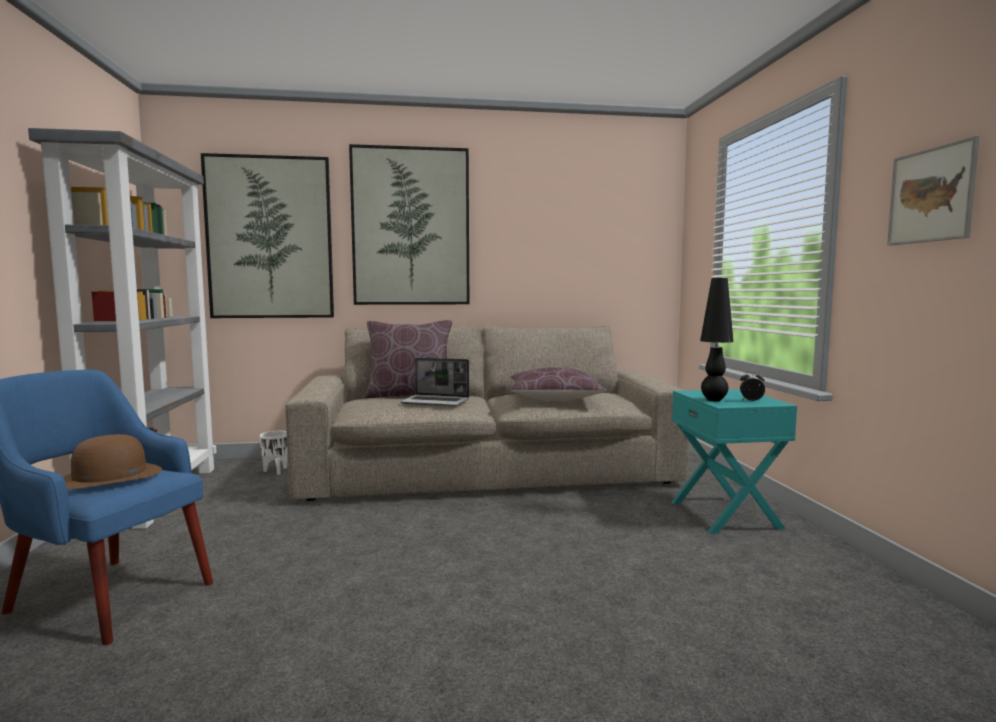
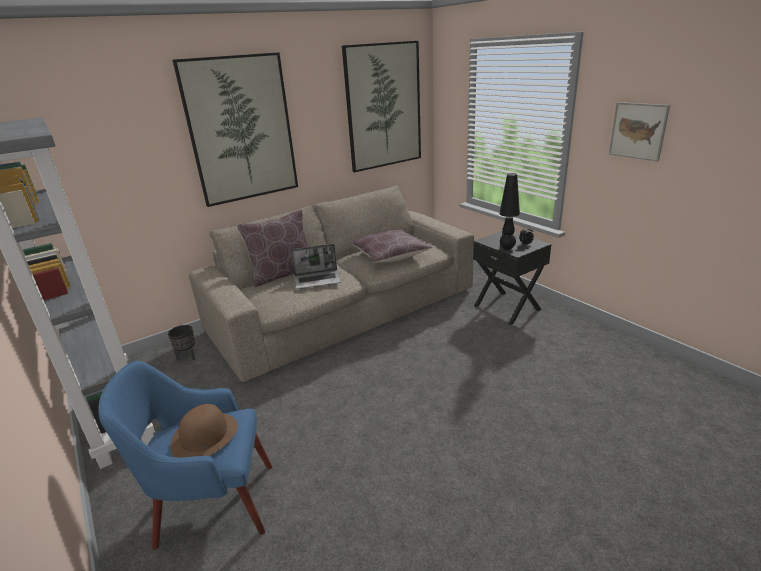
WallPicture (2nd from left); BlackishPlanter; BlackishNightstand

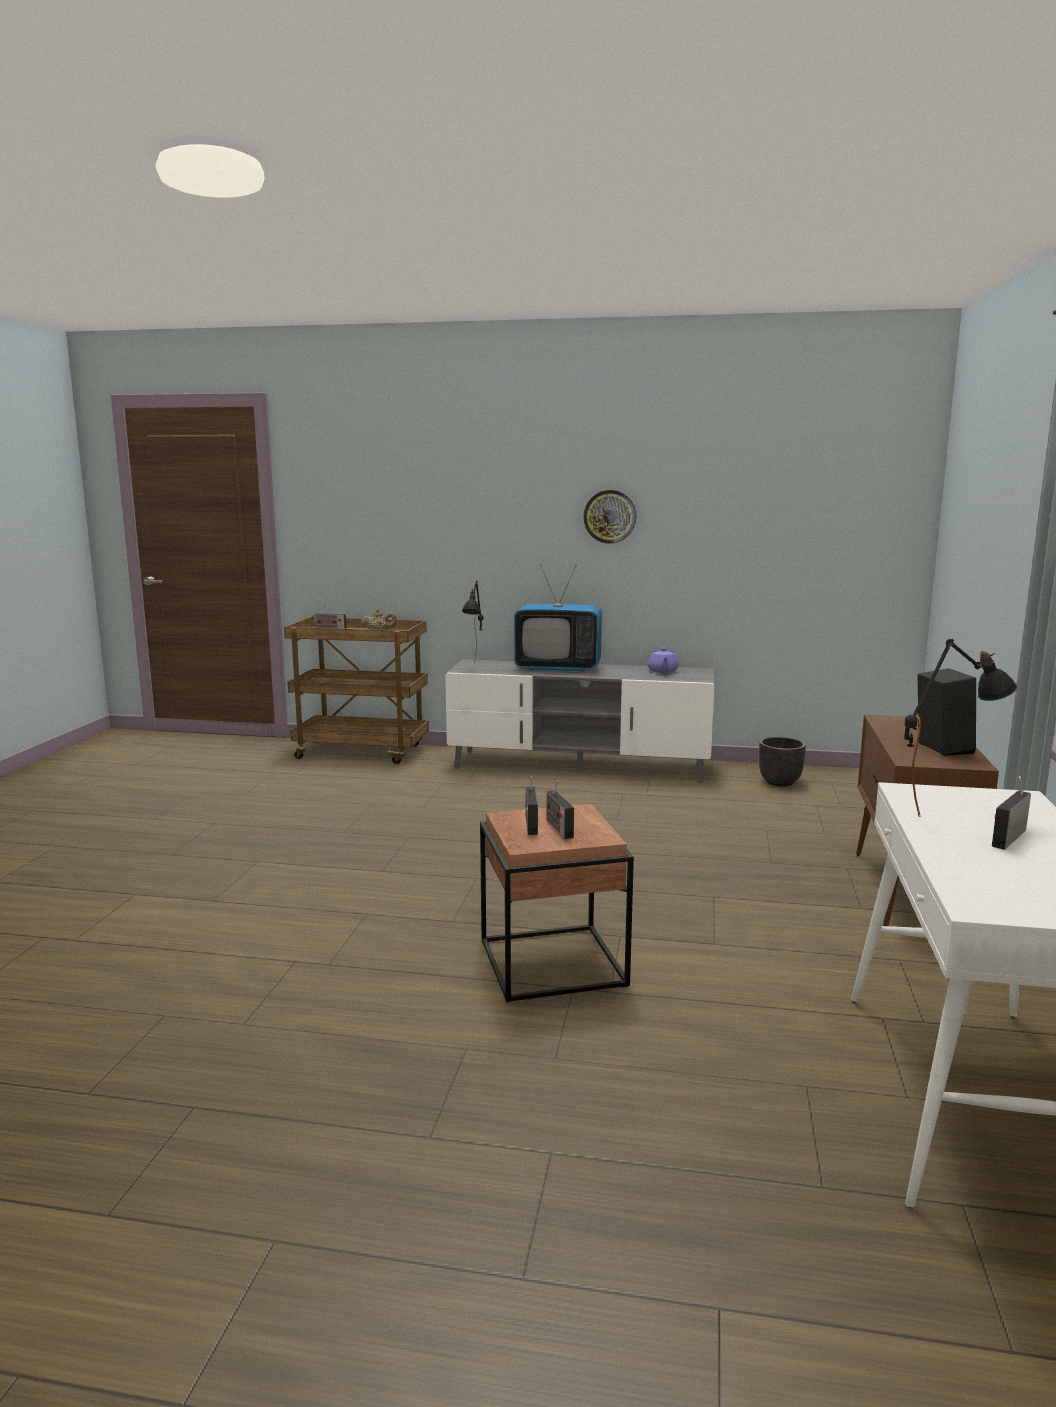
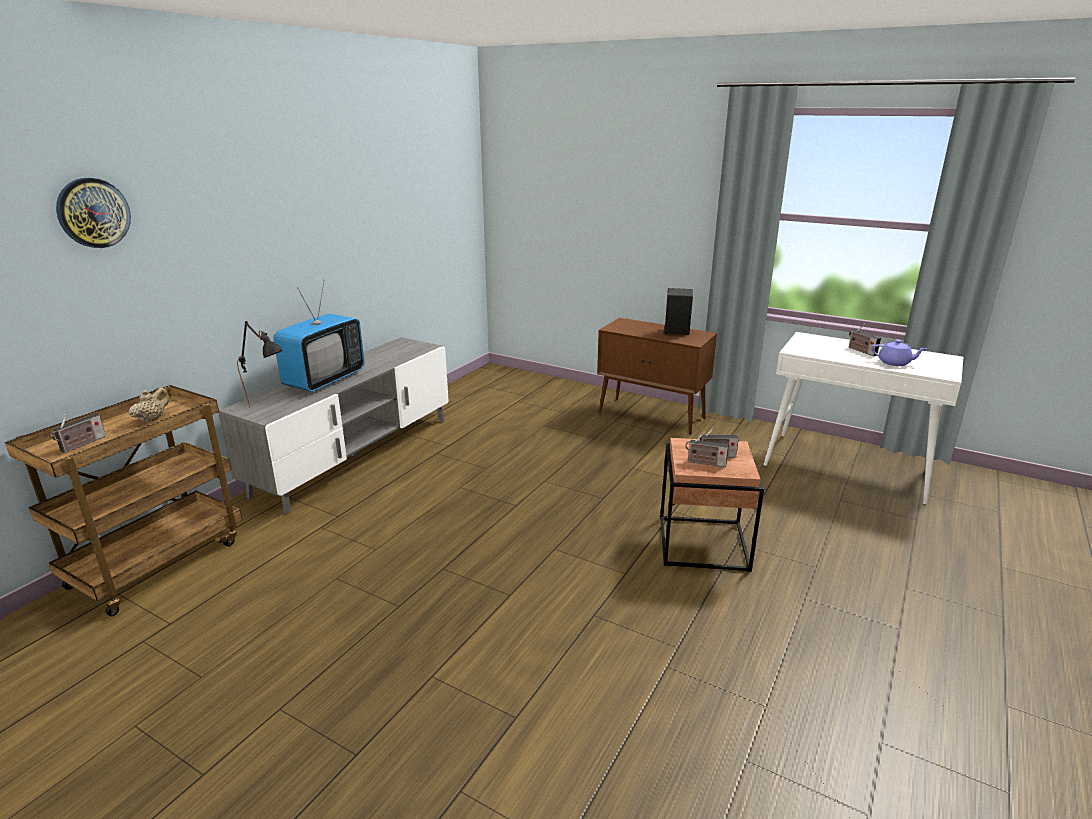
ClockOnTheWall; PurplishTeaPot; BlackishPlanter; BlackishTableLamp (2nd from left in the first image)

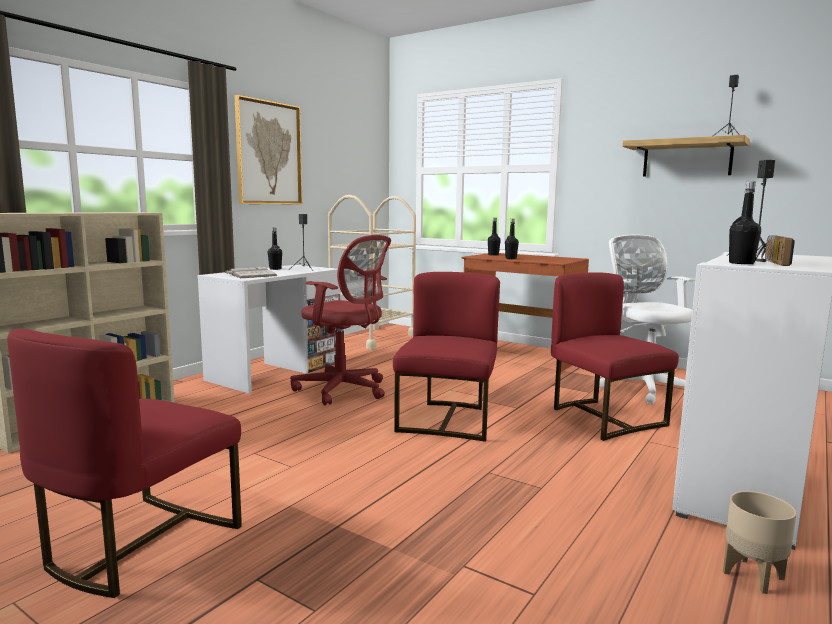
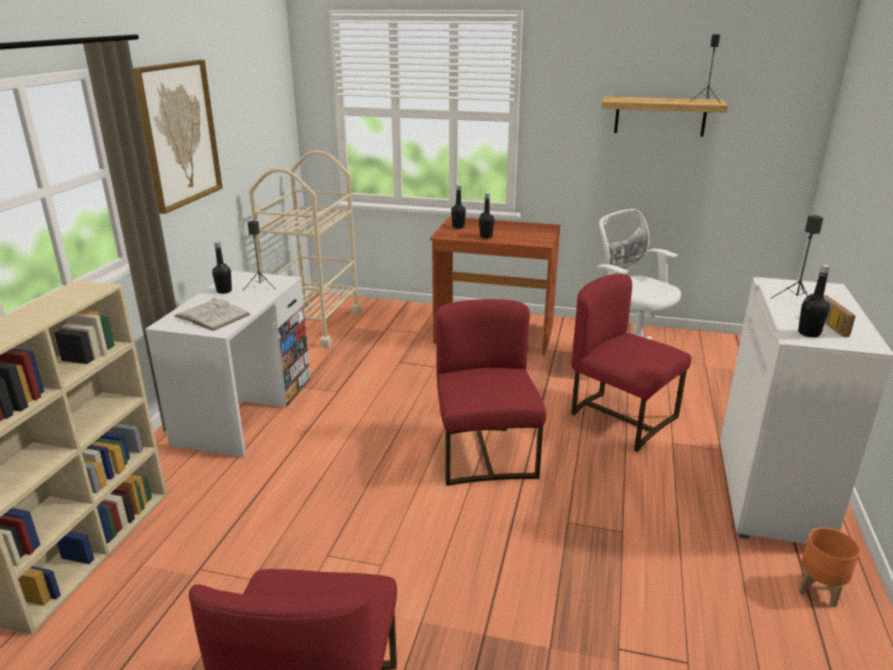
RedColouredDeskChair; OrangeyPlanter

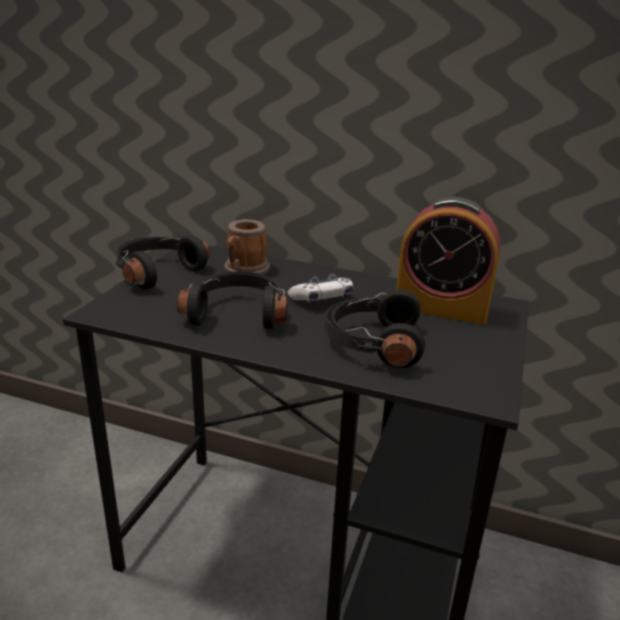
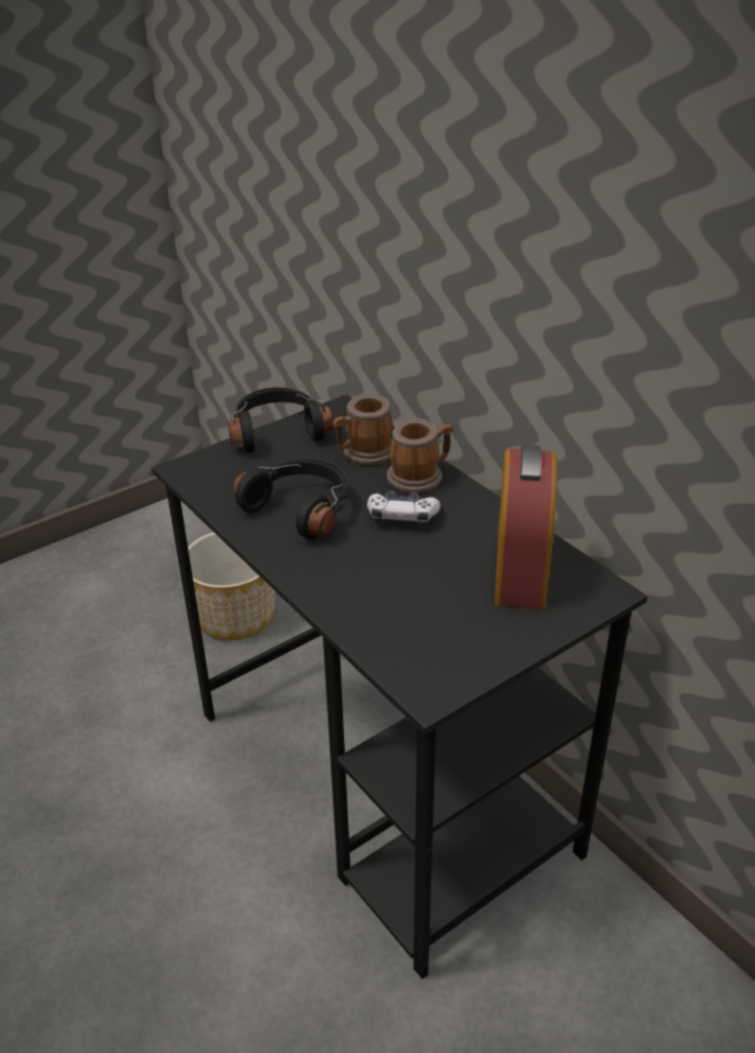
BlackishPairOfHeadphones (3rd from left in the first image); AlarmClock; Planter; TeaMug (2nd from left)

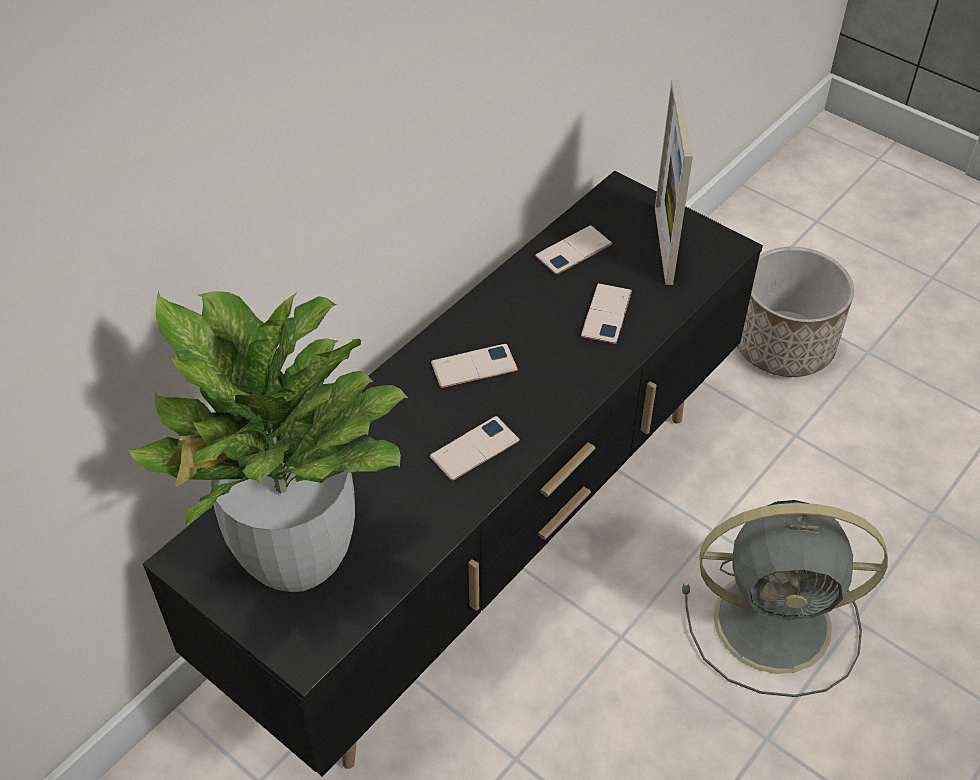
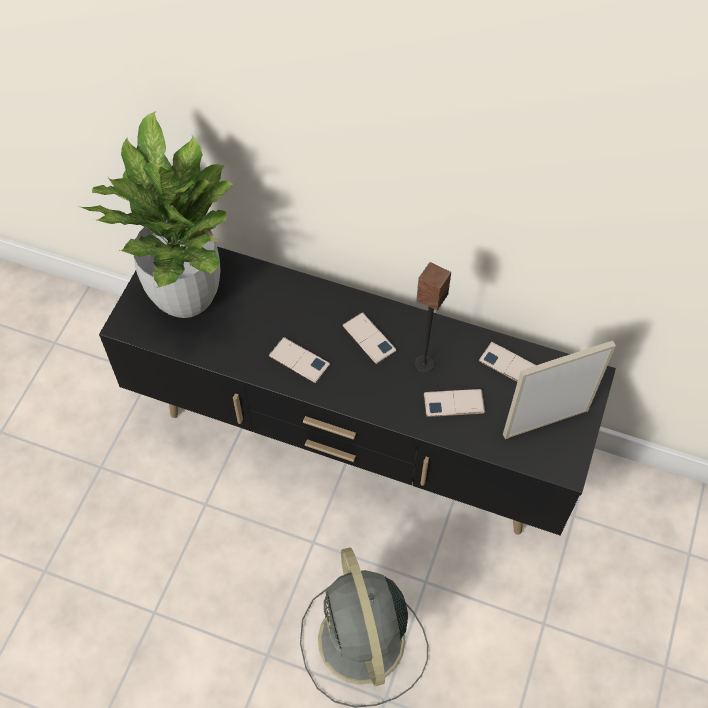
Planter; Loudspeaker

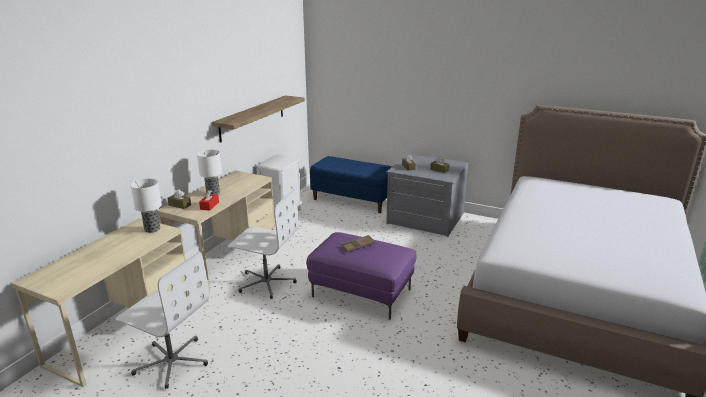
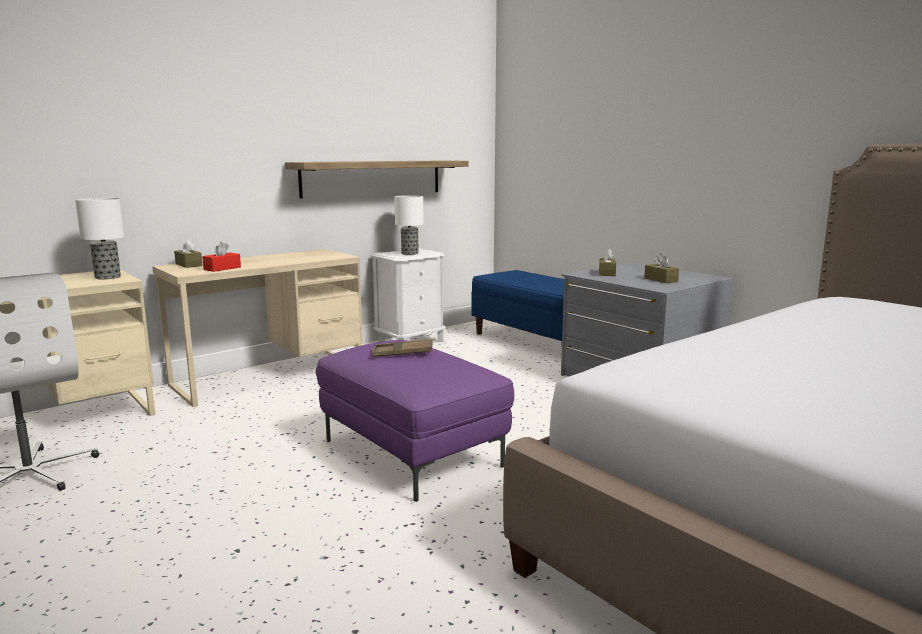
TableLamp (2nd from left); WhitishDeskChair (2nd from left in the first image)

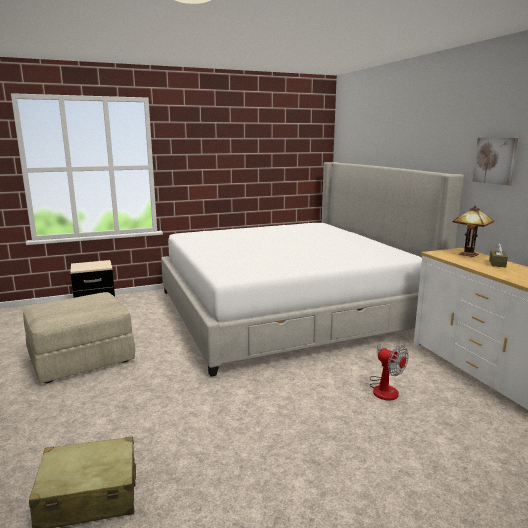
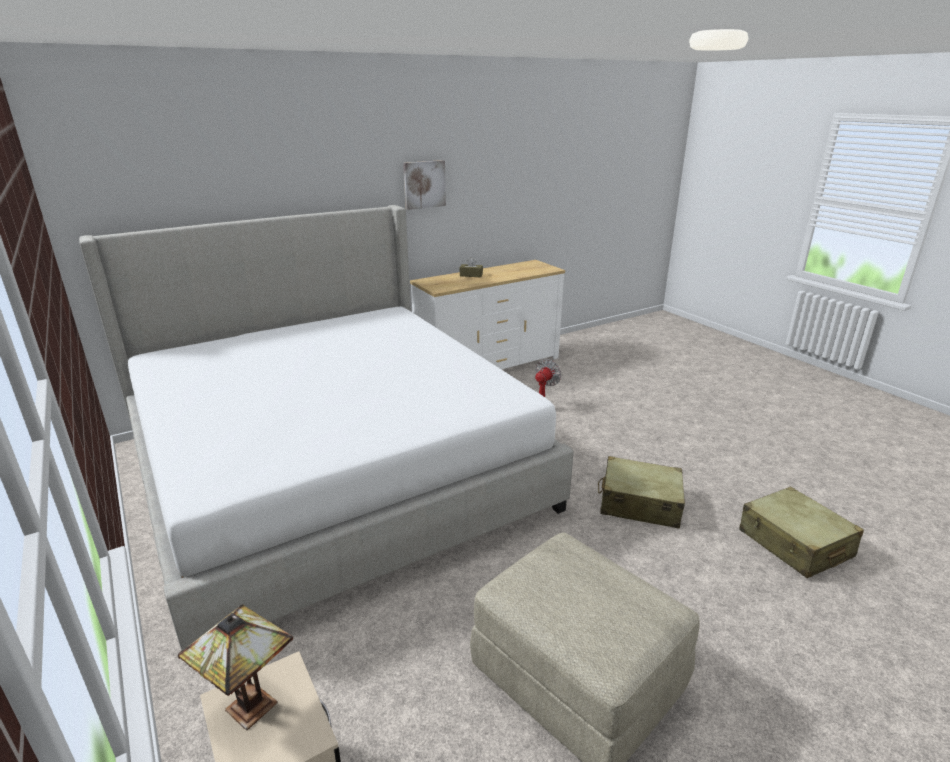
TableLamp; SandColouredTravelCase (1st from left)

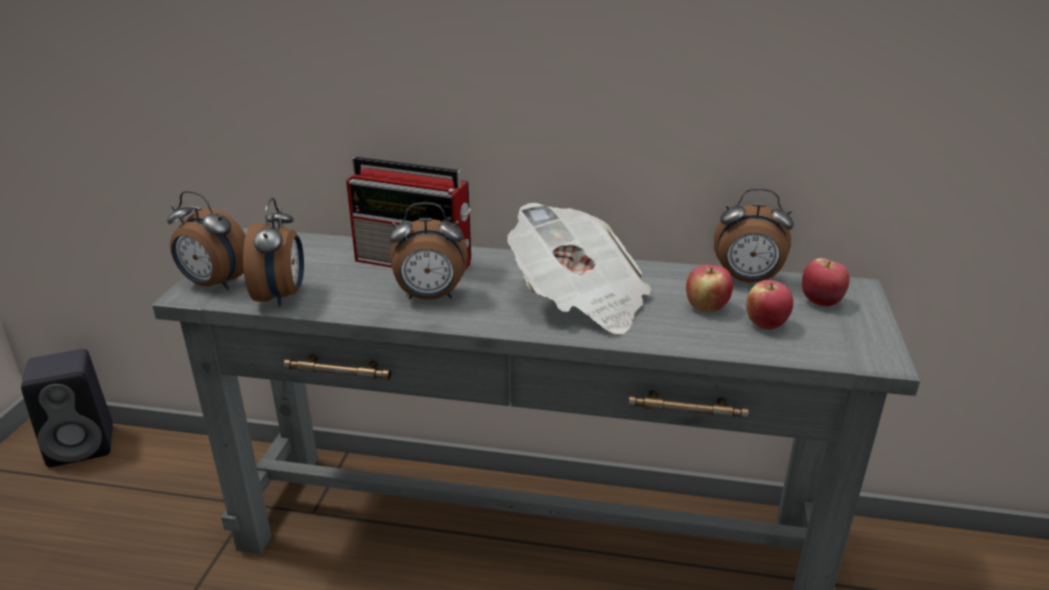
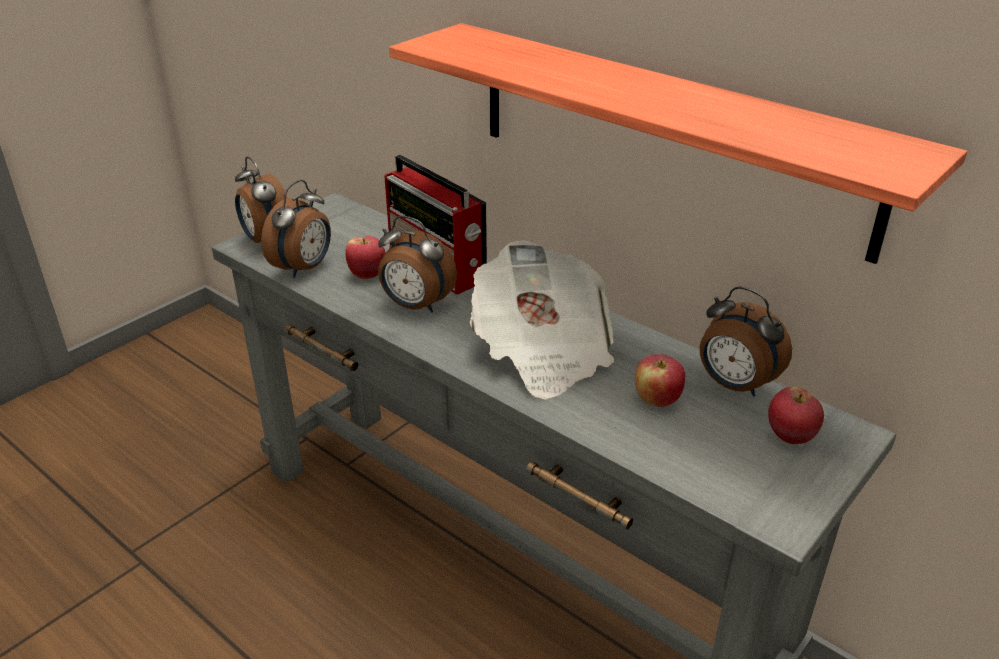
BlackishLoudspeaker; AppleFruit (1st from left); Shelf

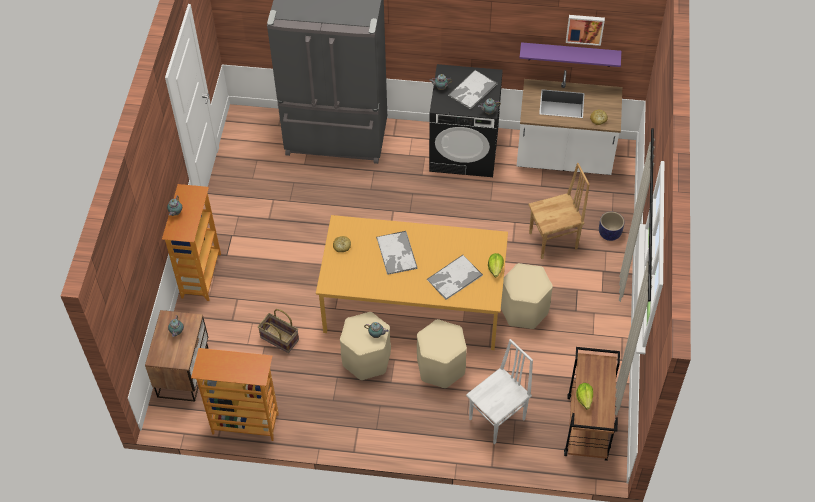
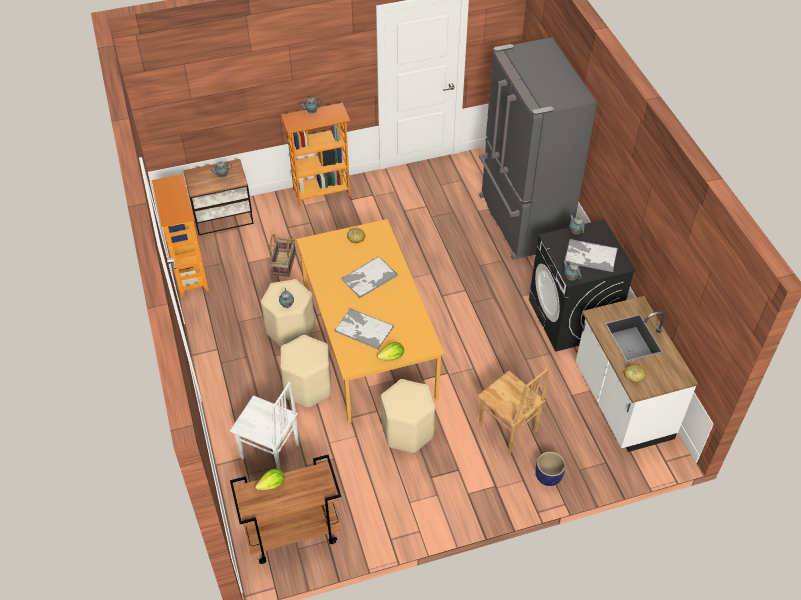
PurplishShelf; WallPicture

